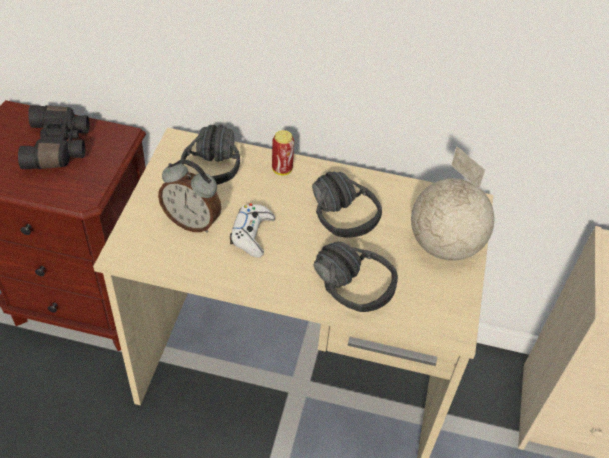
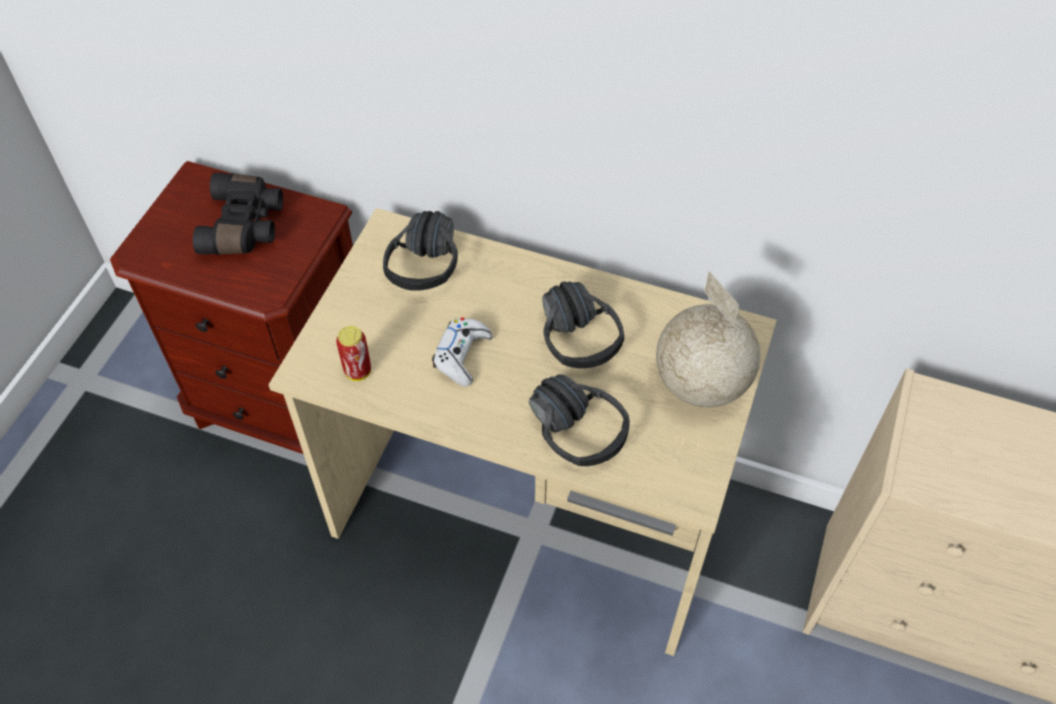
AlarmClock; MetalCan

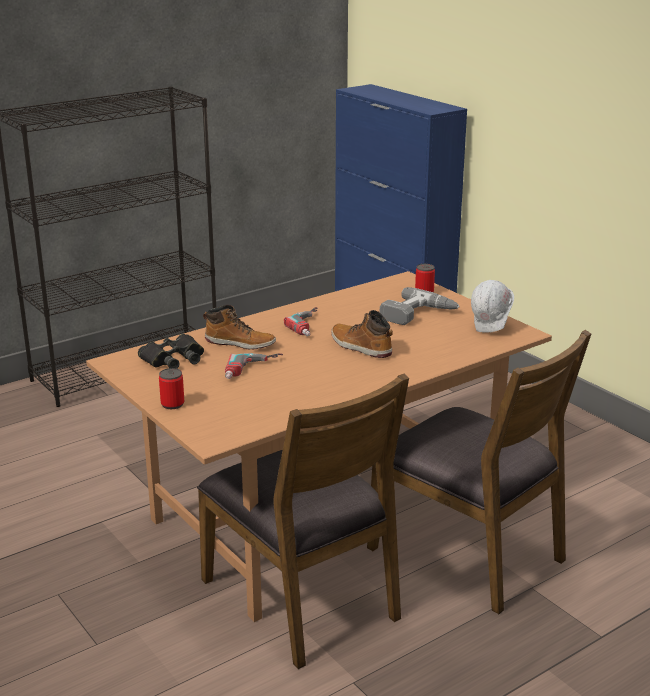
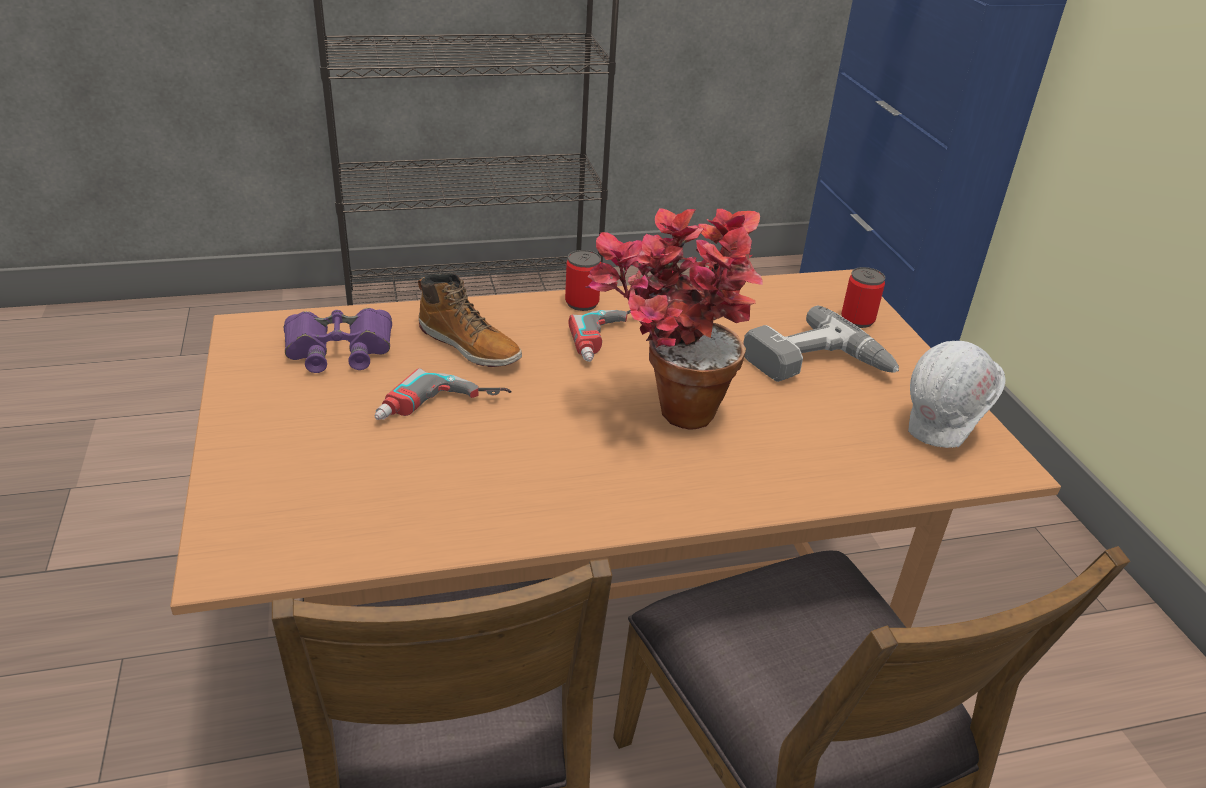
PurplishBinoculars; MetalCan (1st from left); PlantInAPot

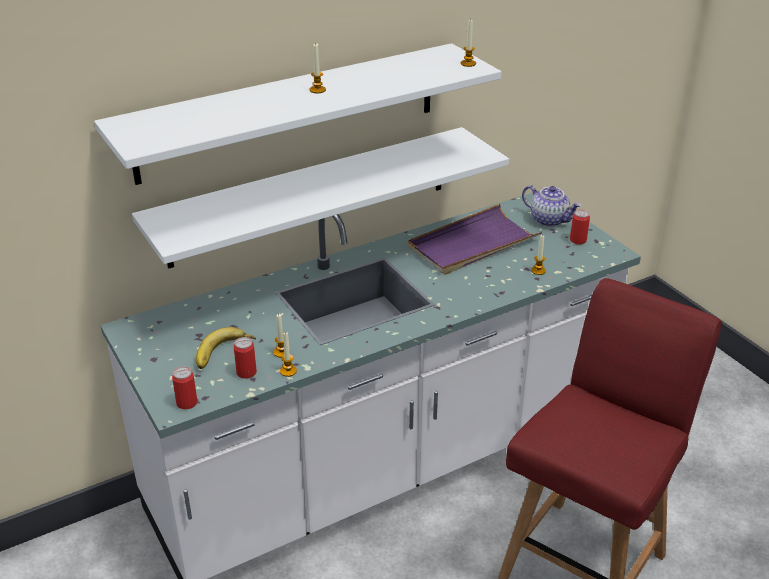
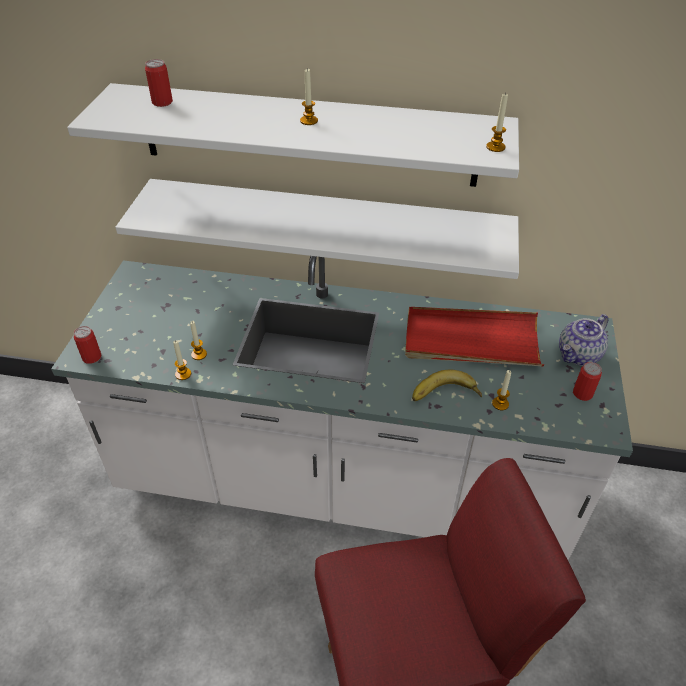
Banana; MetalCan (2nd from left); RedColouredTray; TeaPot

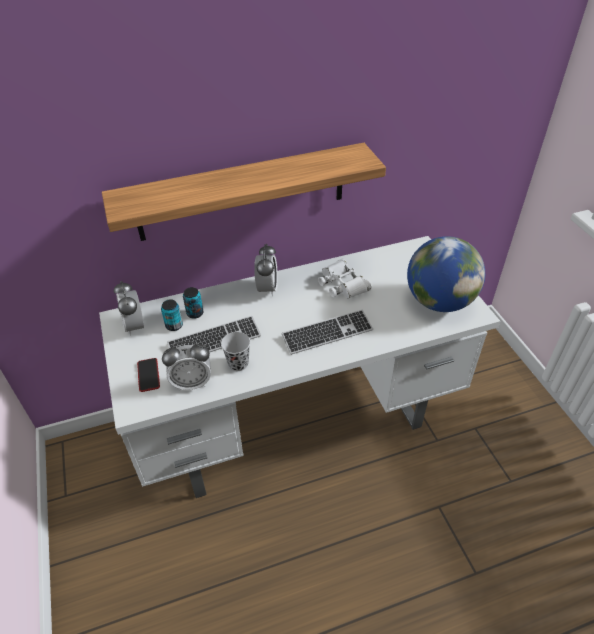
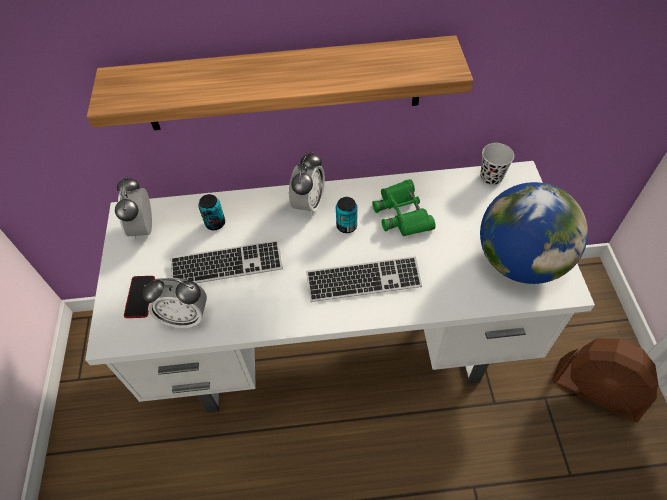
MetalCan (2nd from left); BlackishSmallCup; GreenishBinoculars; BrownFan

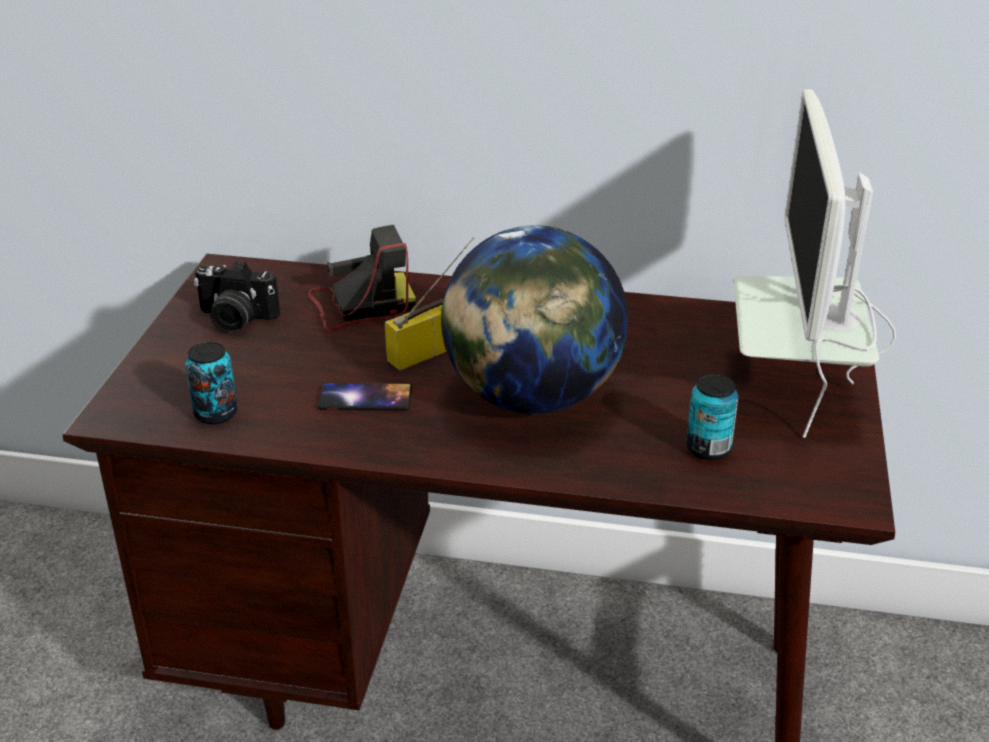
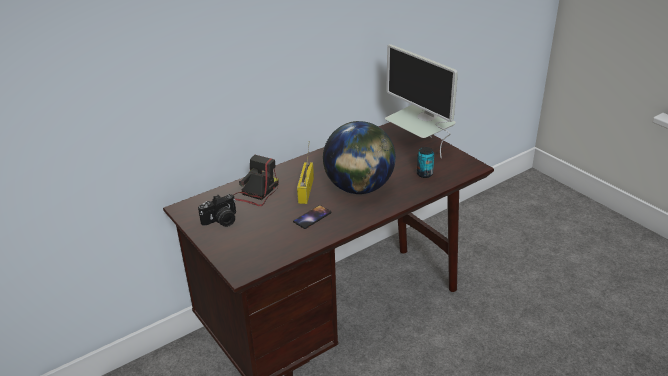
MetalCan (1st from left in the first image)

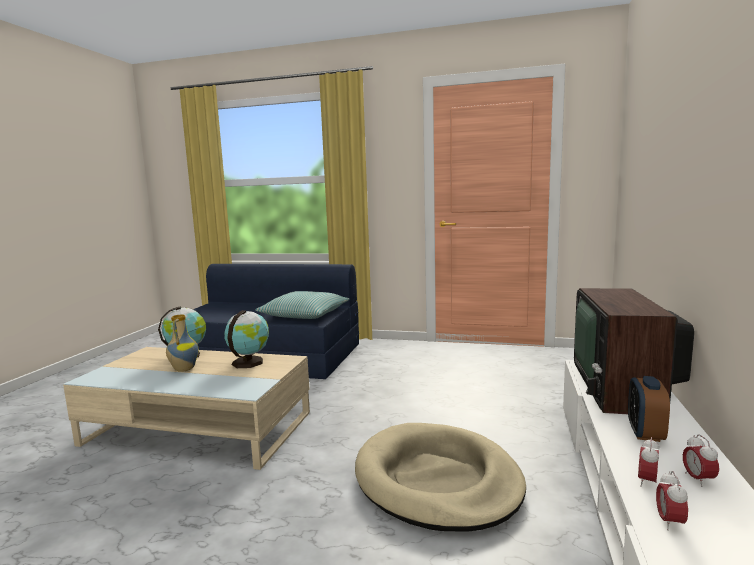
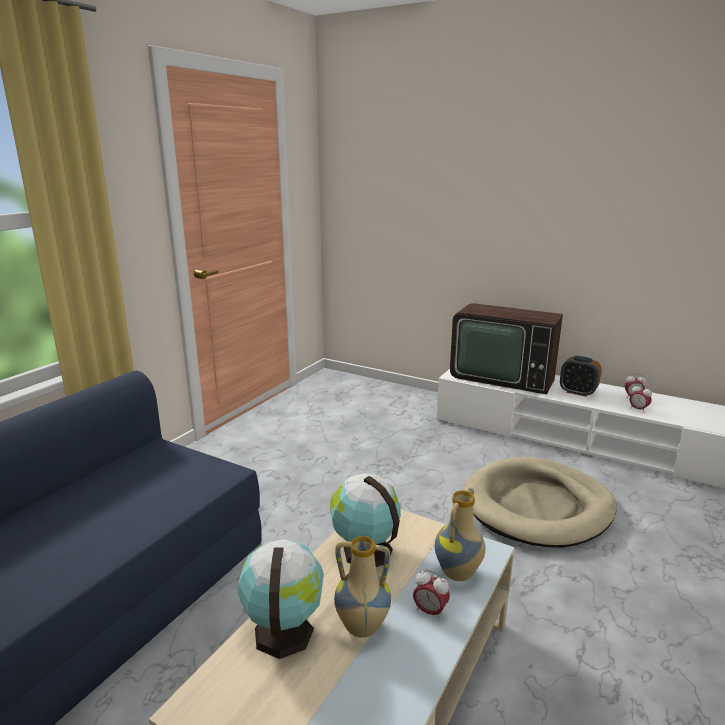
Pillow; AlarmClock (1st from left); Vase (2nd from left)

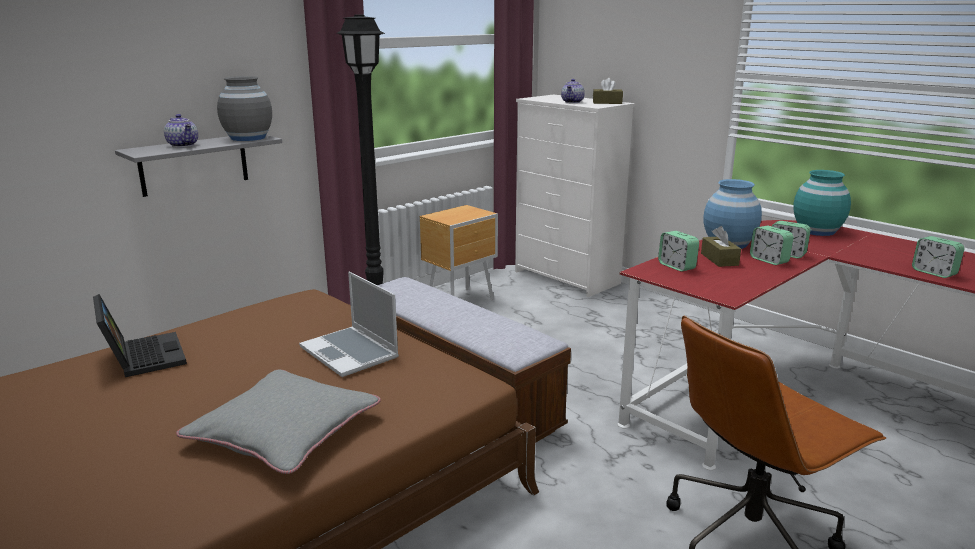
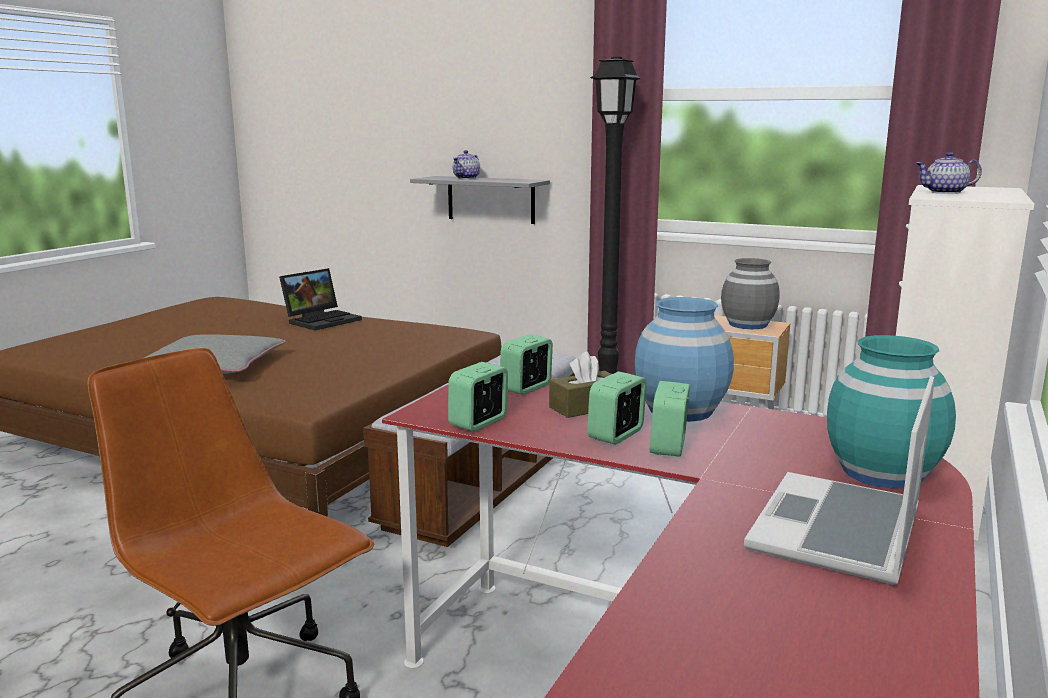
GreyishVase; PortableComputer (2nd from left); BrownBoxOfTissues (1st from left in the first image); AlarmClock (1st from left)

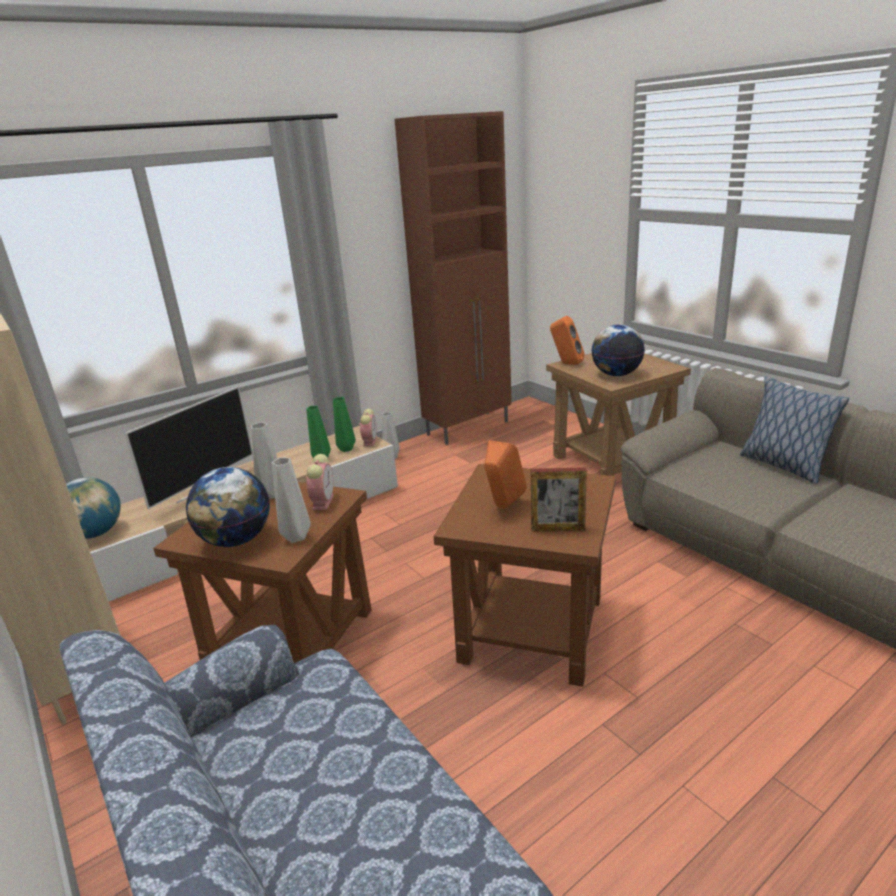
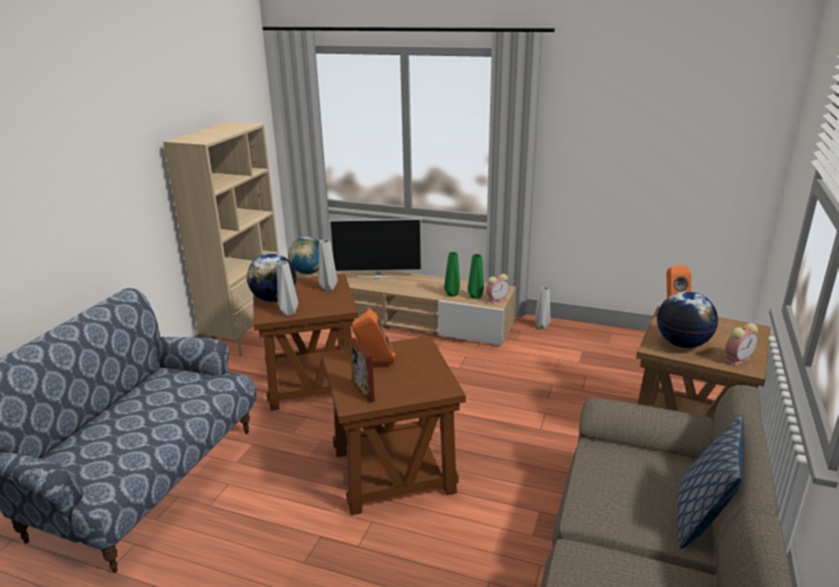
AlarmClock (2nd from left); BrownStorageCabinet

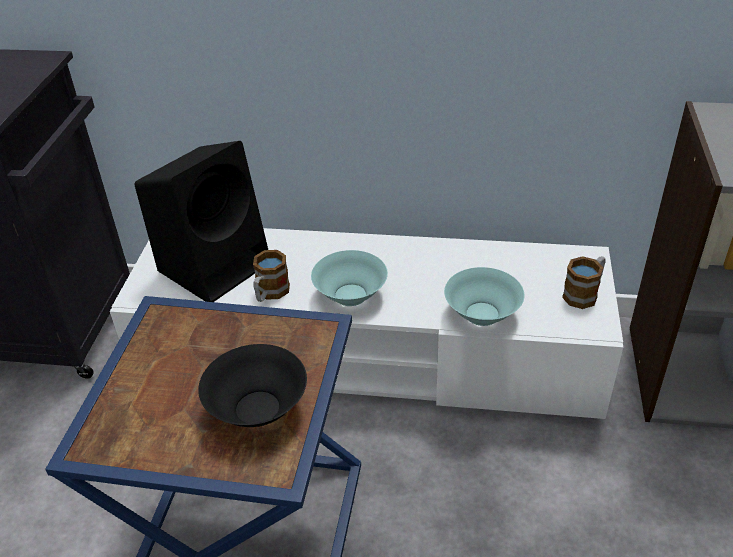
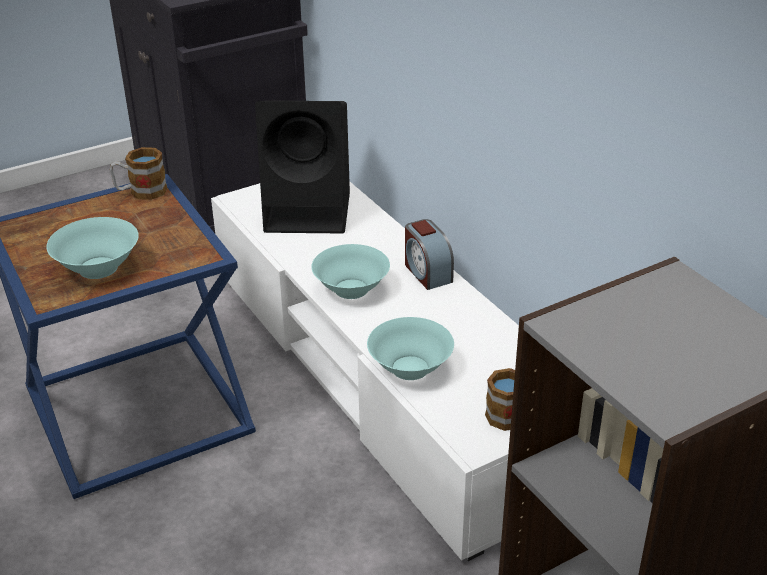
TurquoiseColouredBowl (1st from left); TeaMug (1st from left); AlarmClock

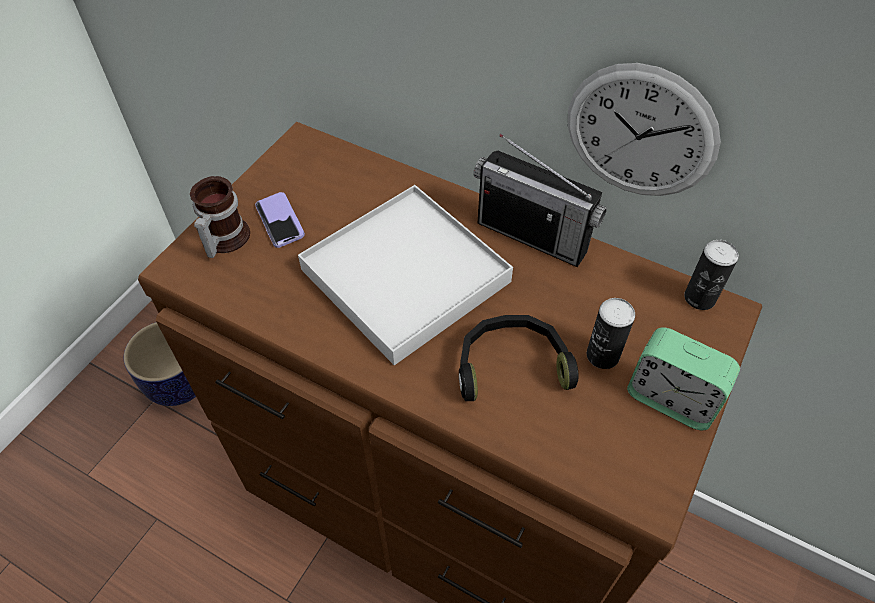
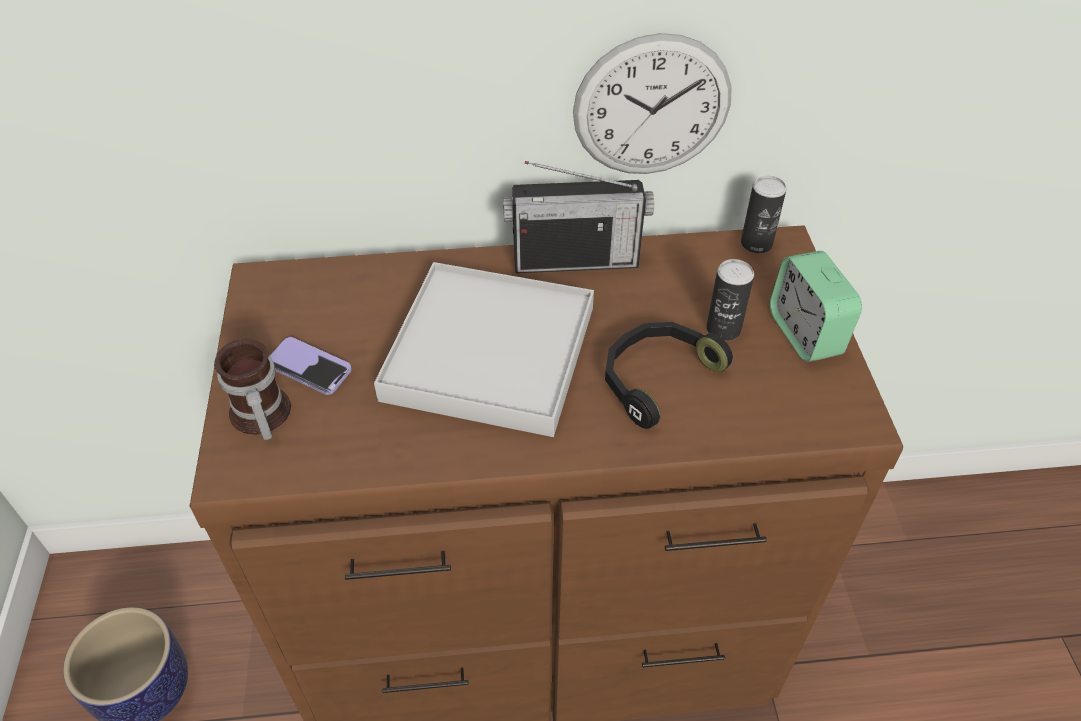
AlarmClock

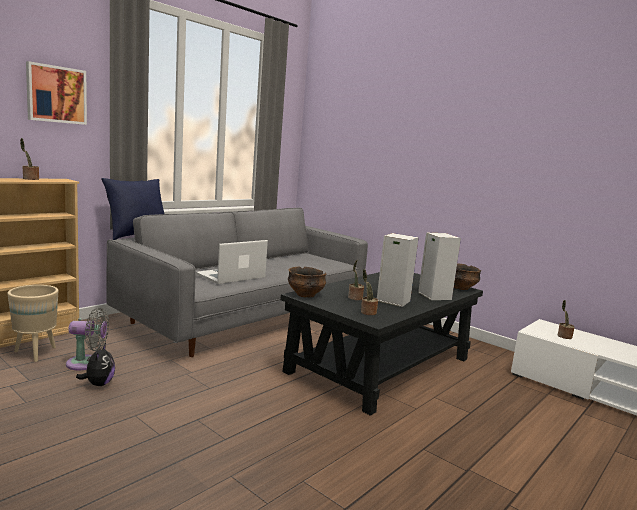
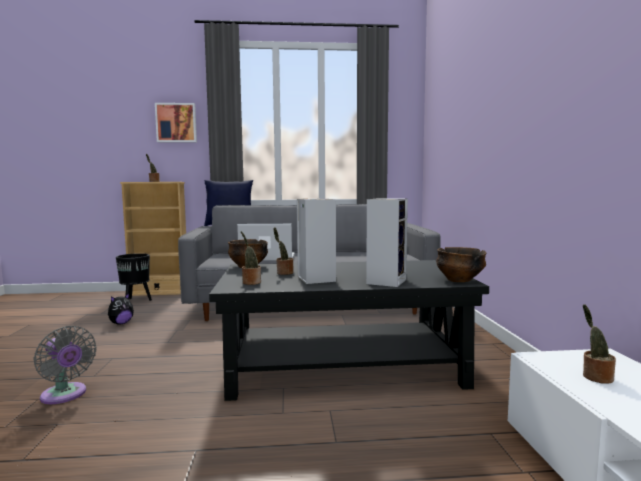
BlackishPlanter; GreyishFan

